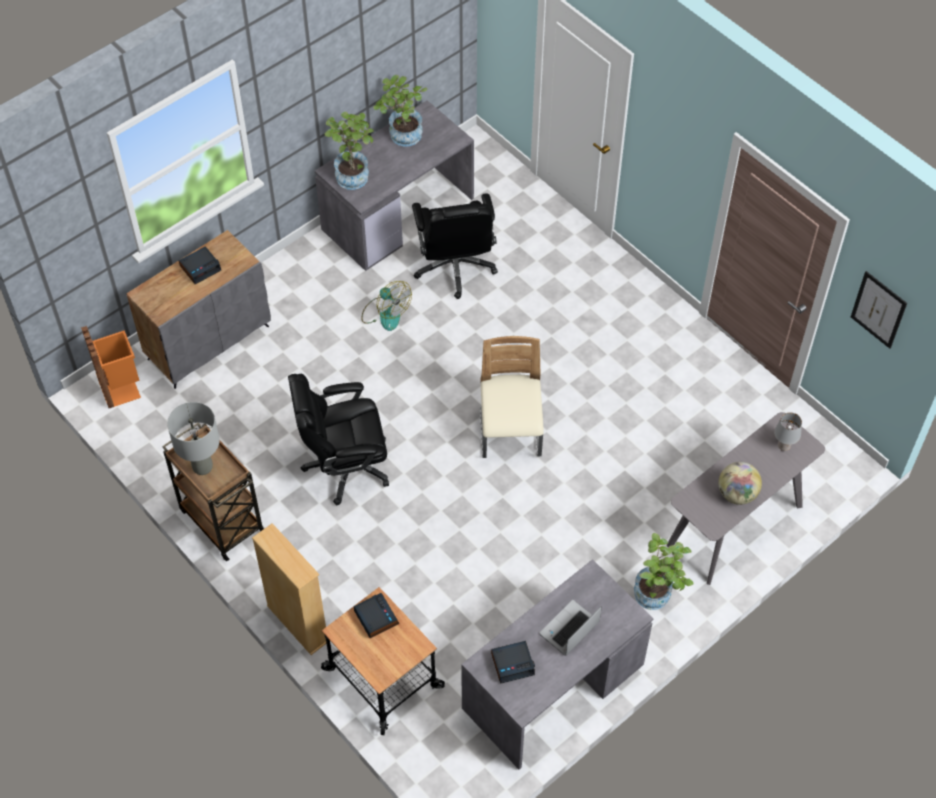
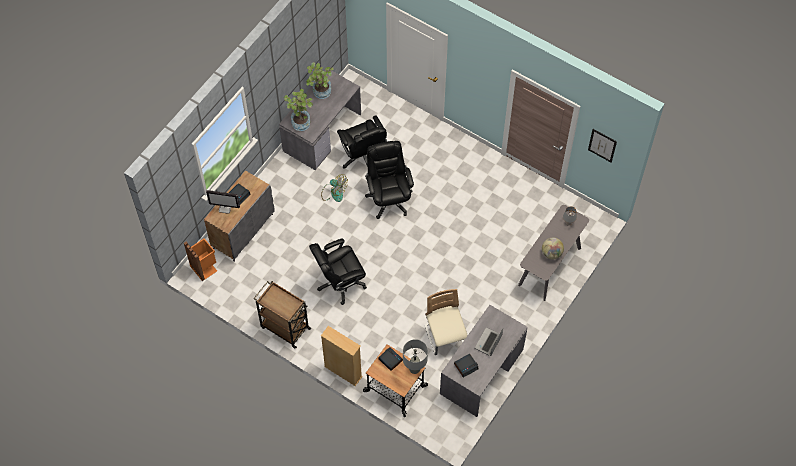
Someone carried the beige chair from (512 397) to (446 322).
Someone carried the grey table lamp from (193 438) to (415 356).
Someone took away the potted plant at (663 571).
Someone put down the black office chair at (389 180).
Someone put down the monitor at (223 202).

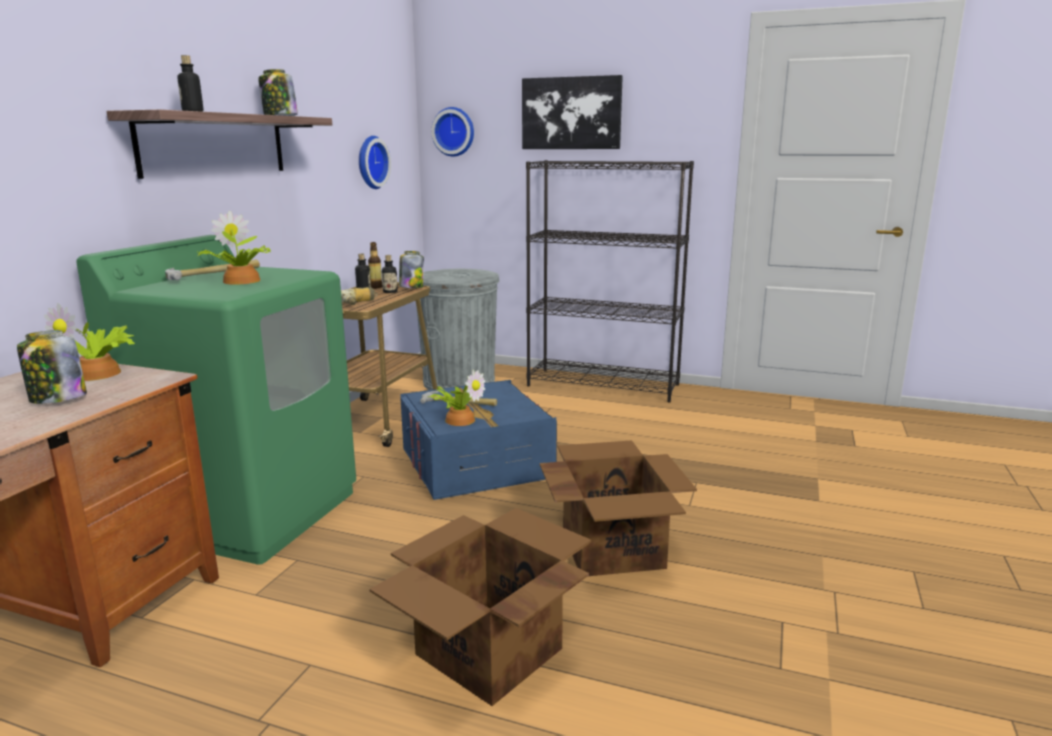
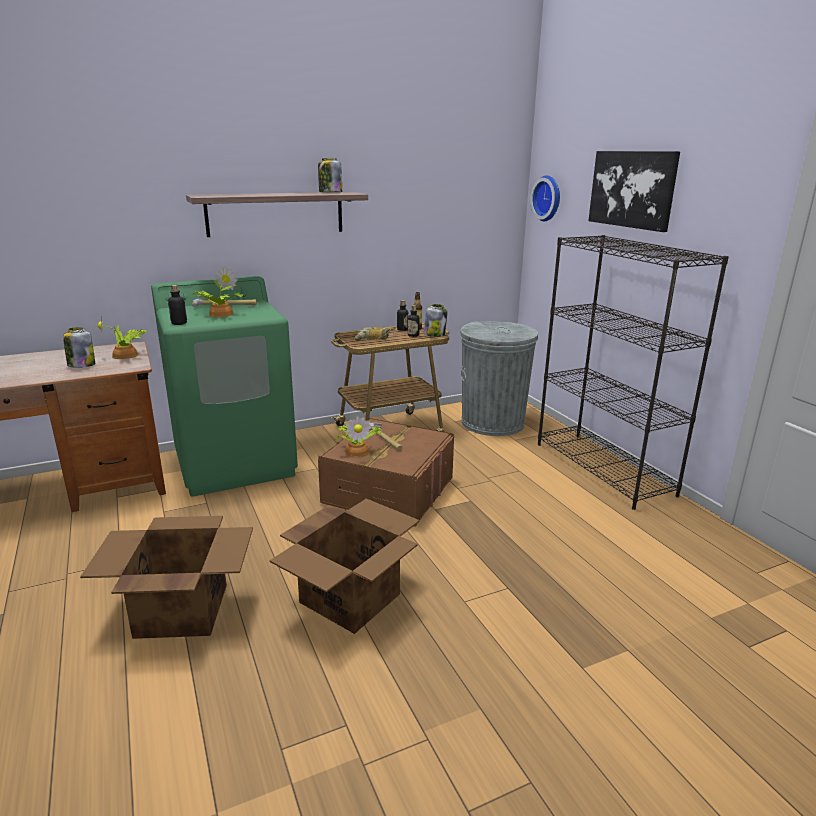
Someone carried the bottle from (190 83) to (177 305).
Someone took away the wall clock at (375 162).
Someone repainted the blue storage box at (478 440), which became the brown storage box at (386 472).

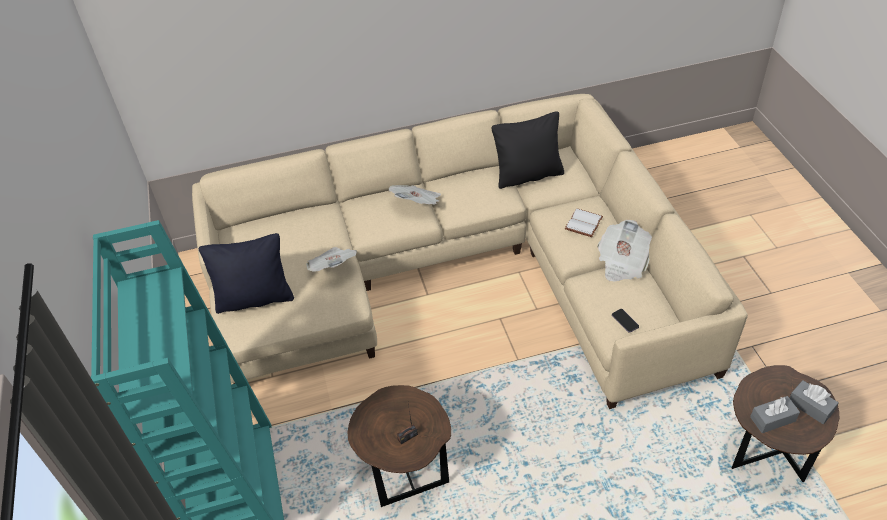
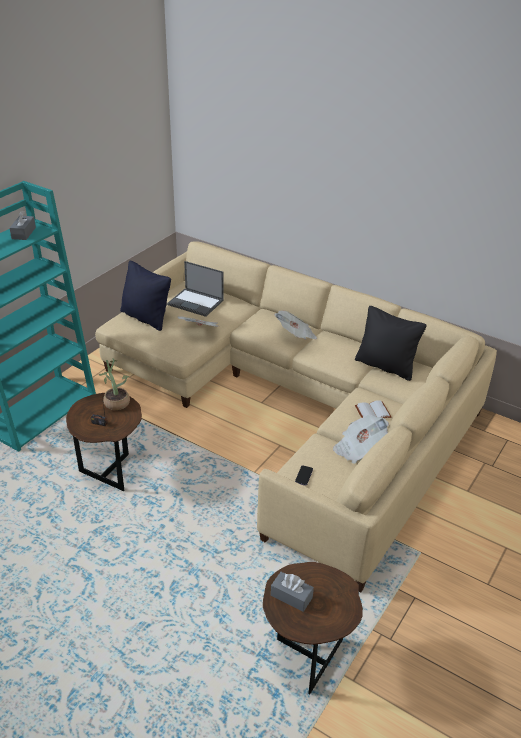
Someone carried the grey tissue box from (814 402) to (23 225).
Someone put down the laptop at (195 289).
Someone put down the potted plant at (114 384).

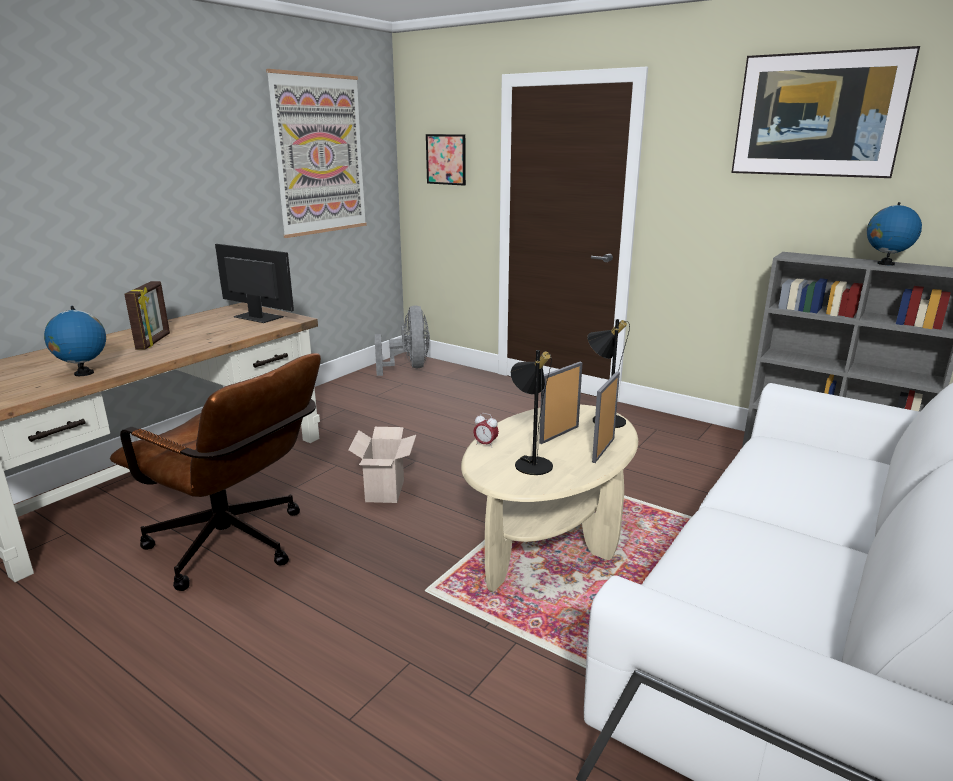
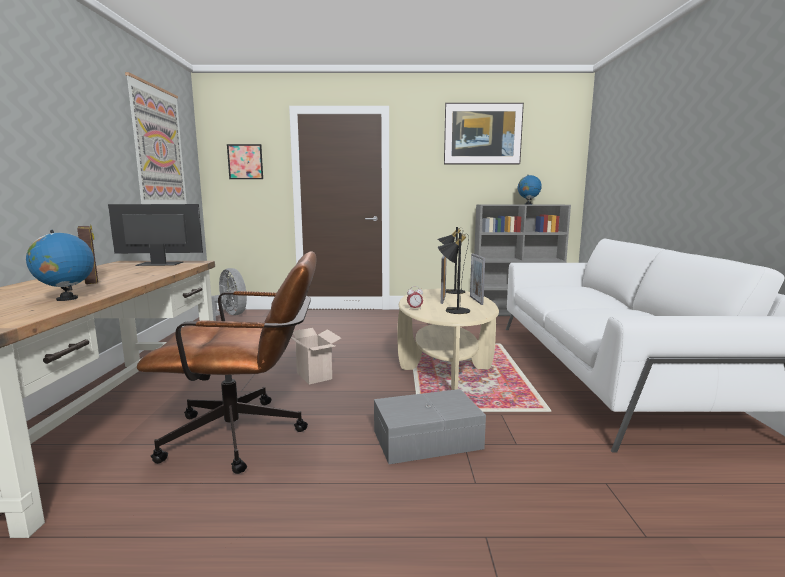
Someone put down the grey storage box at (430 426).

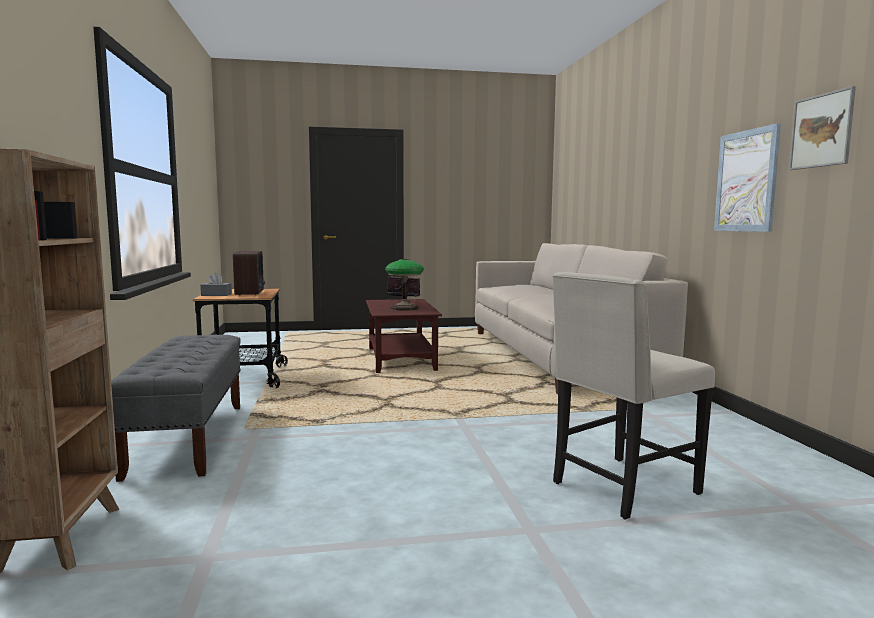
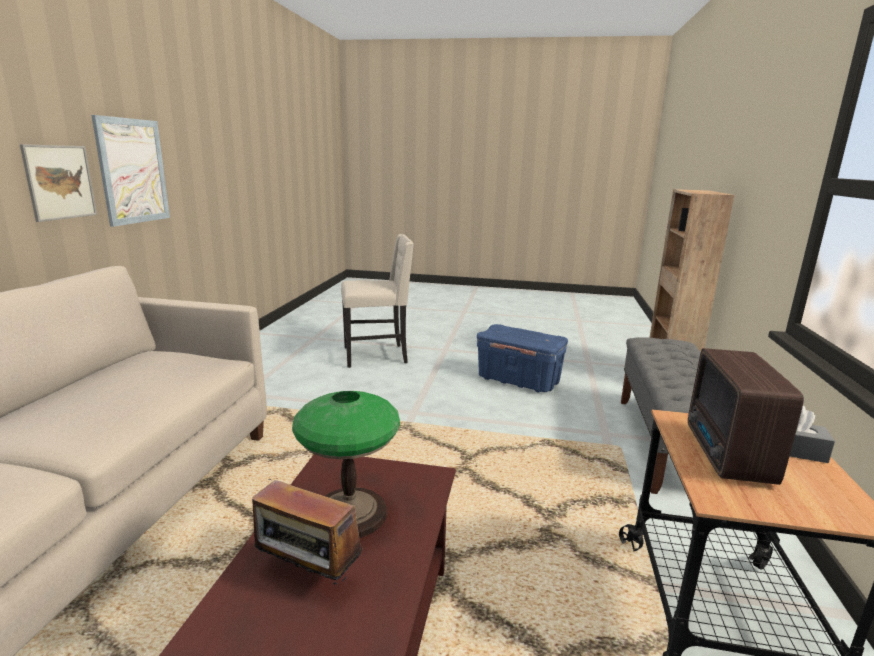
Someone carried the picture from (822 128) to (58 183).
Someone put down the blue storage box at (522 358).

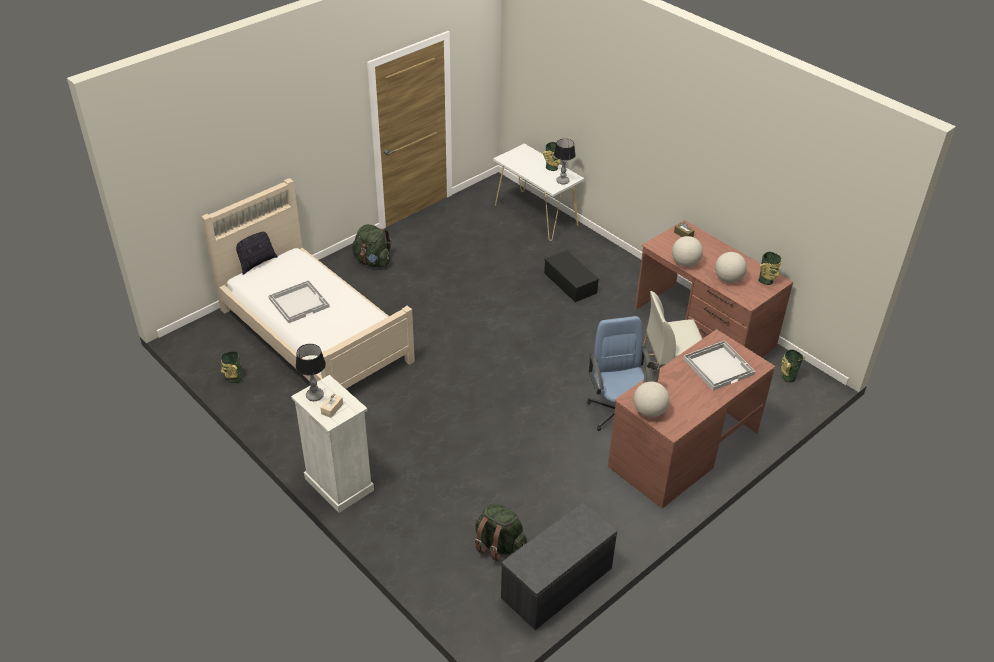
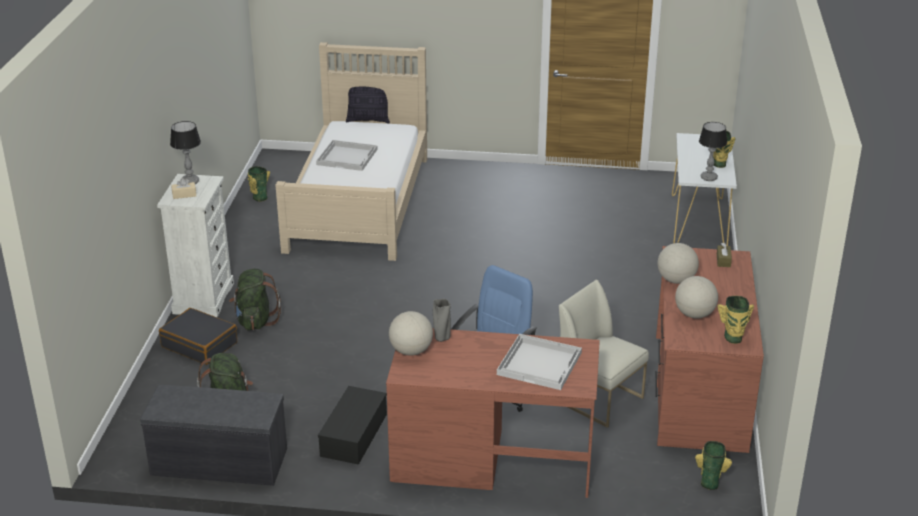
Someone carried the green backpack from (371 245) to (255 299).
Someone carried the black storage box from (571 276) to (352 425).
Someone put down the black suitcase at (198 336).

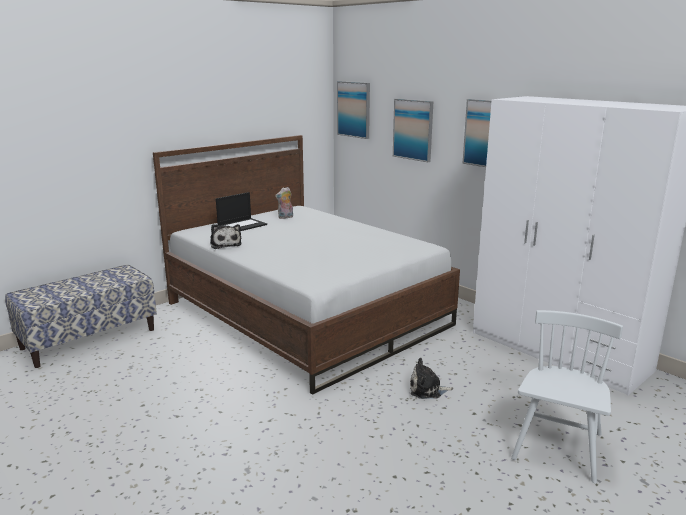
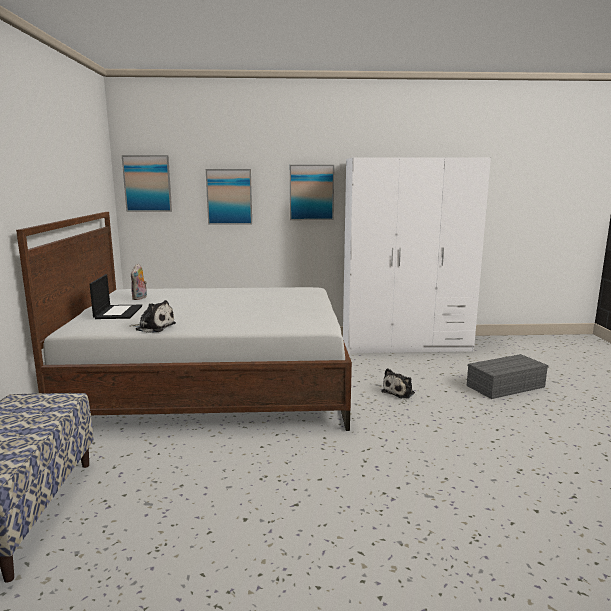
Someone swapped the white chair at (567 396) for the grey storage box at (508 376).

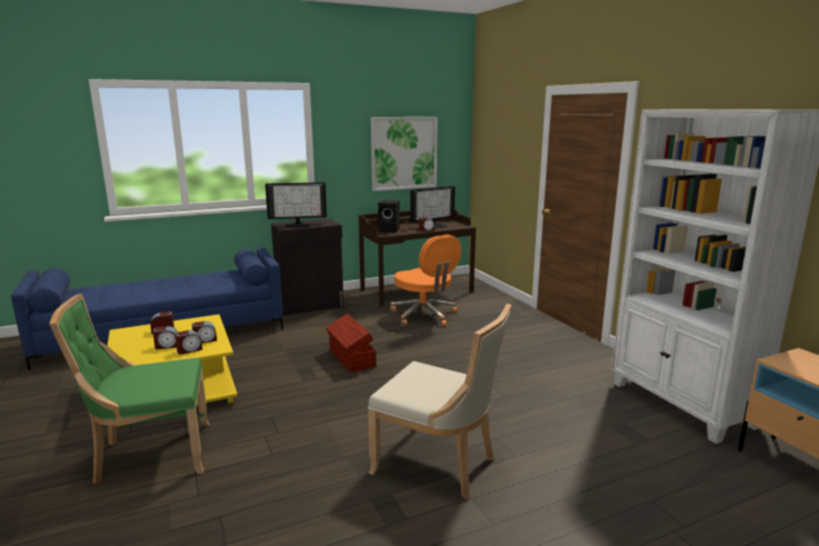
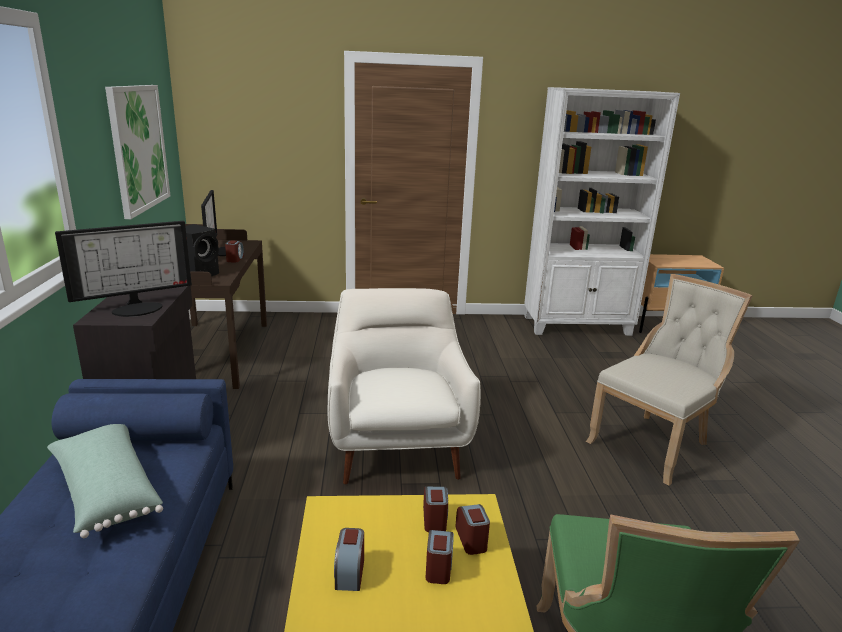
Someone rotated the monitor at (296 205) by 45 degrees clockwise.
Someone took away the orange office chair at (425 280).
Someone swapped the brown storage box at (350 343) for the white armchair at (404 386).
Someone put down the green pillow at (105 481).

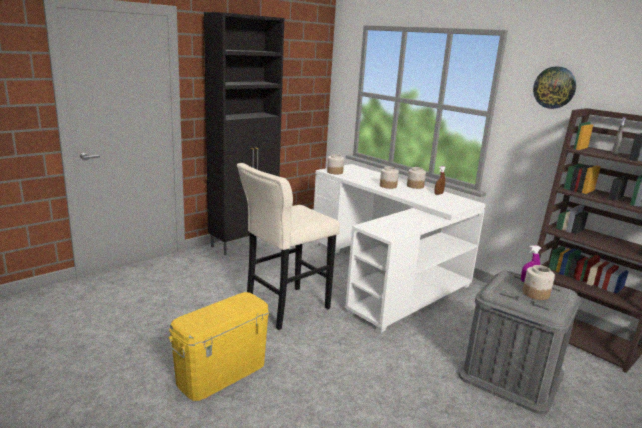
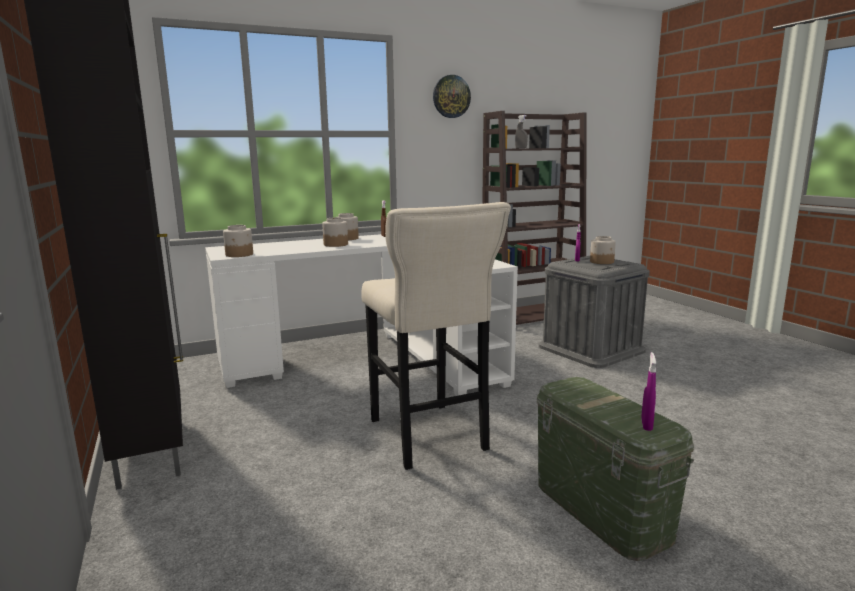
Someone repainted the yellow storage box at (218 346), which became the green storage box at (615 469).
Someone put down the purple spray bottle at (648 391).

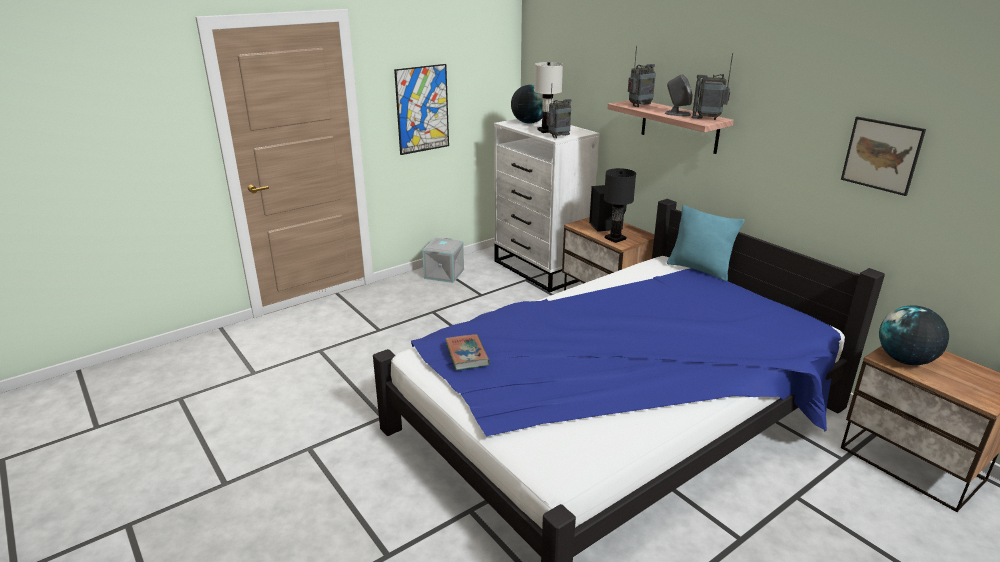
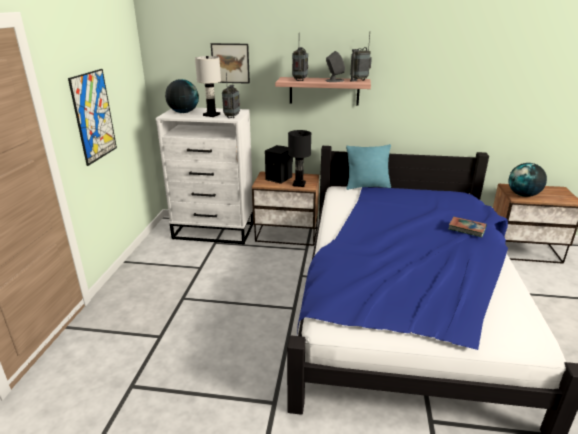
Someone carried the picture from (883 156) to (230 63).
Someone took away the grey storage box at (443 260).
Someone carried the book from (467 352) to (468 227).

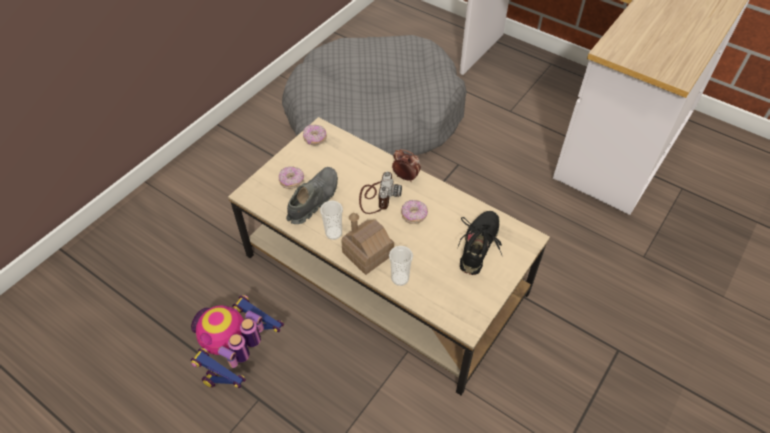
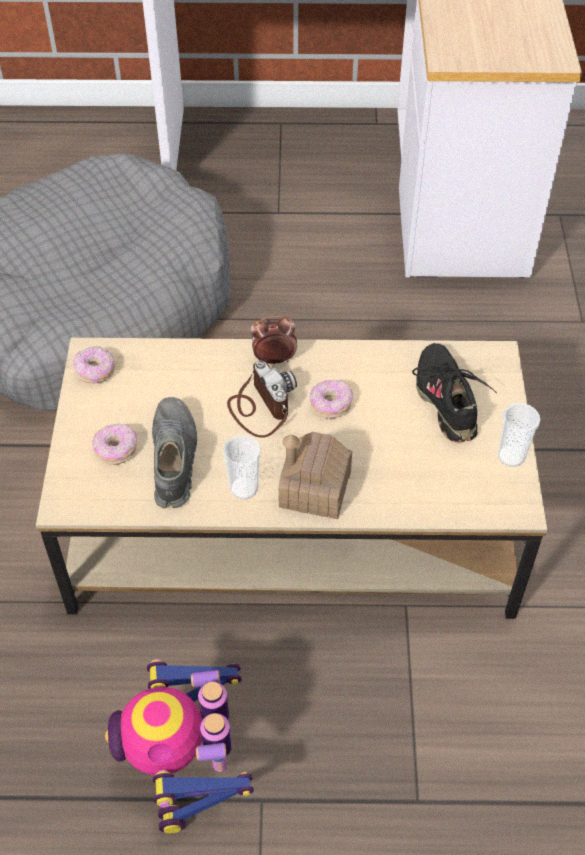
Someone carried the cup from (401 266) to (519 435).

